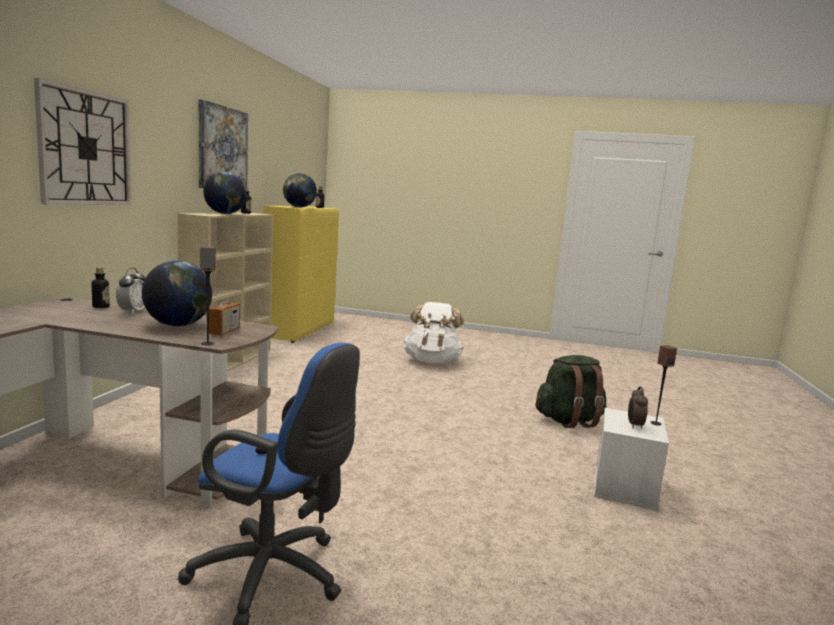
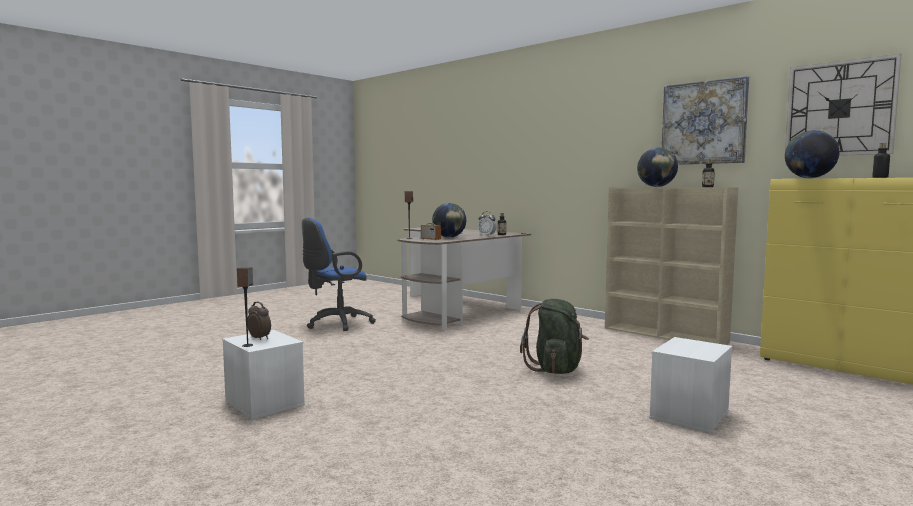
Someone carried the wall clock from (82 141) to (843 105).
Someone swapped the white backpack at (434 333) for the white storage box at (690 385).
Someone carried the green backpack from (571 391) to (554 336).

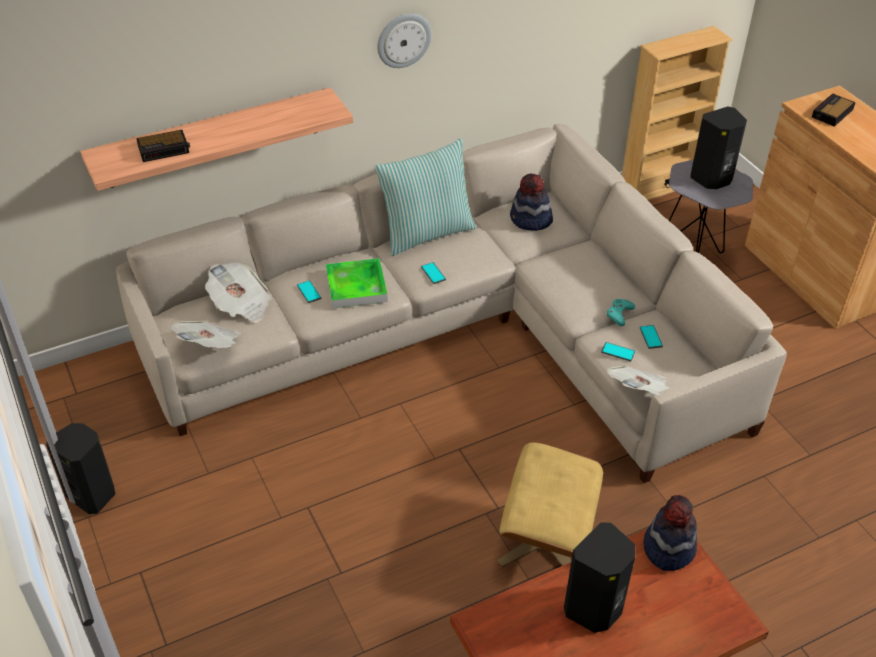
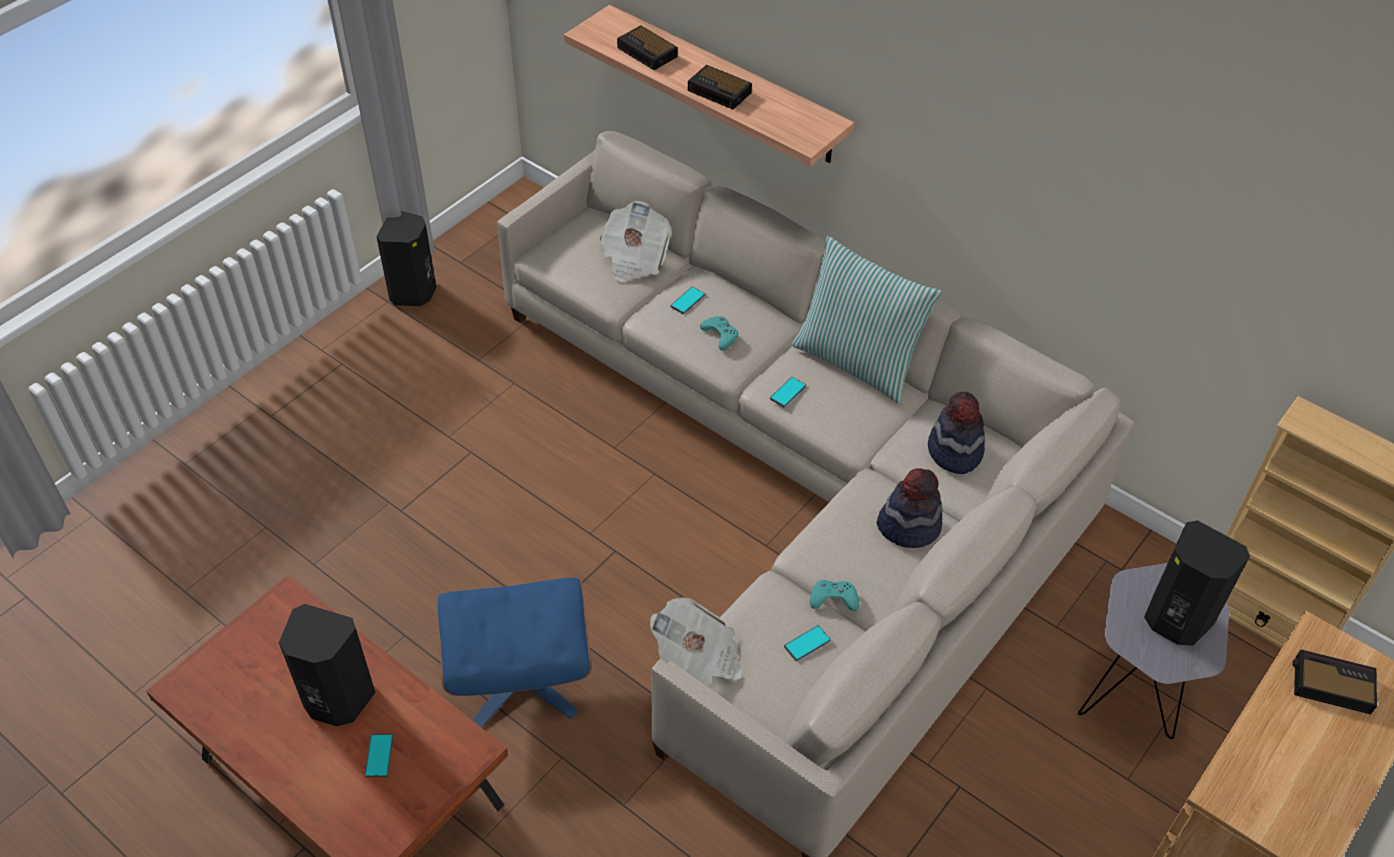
Someone took away the wall clock at (404 40).
Someone swapped the tray at (357 283) for the turquoise game controller at (719 333).
Someone took away the newspaper at (206 334).
Someone carried the phone from (618 351) to (379 755).
Someone repainted the beige ottoman at (550 504), which became the blue ottoman at (514 653).
Someone carried the hat from (670 533) to (909 508).
Someone put down the alarm clock at (720 87).

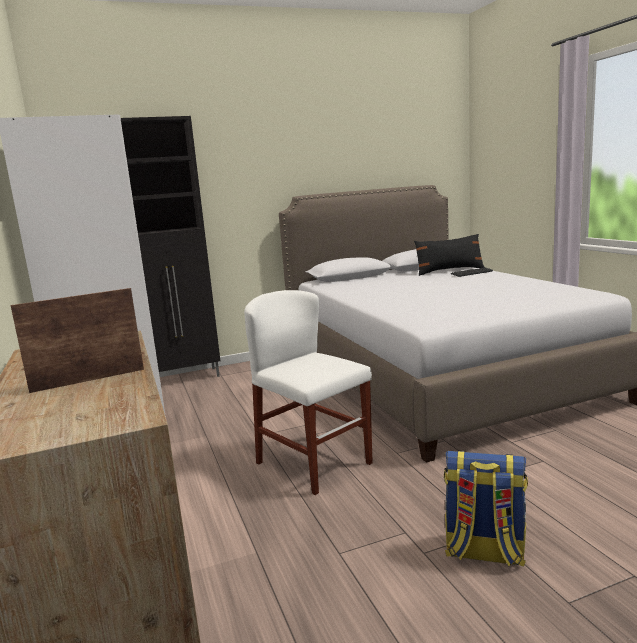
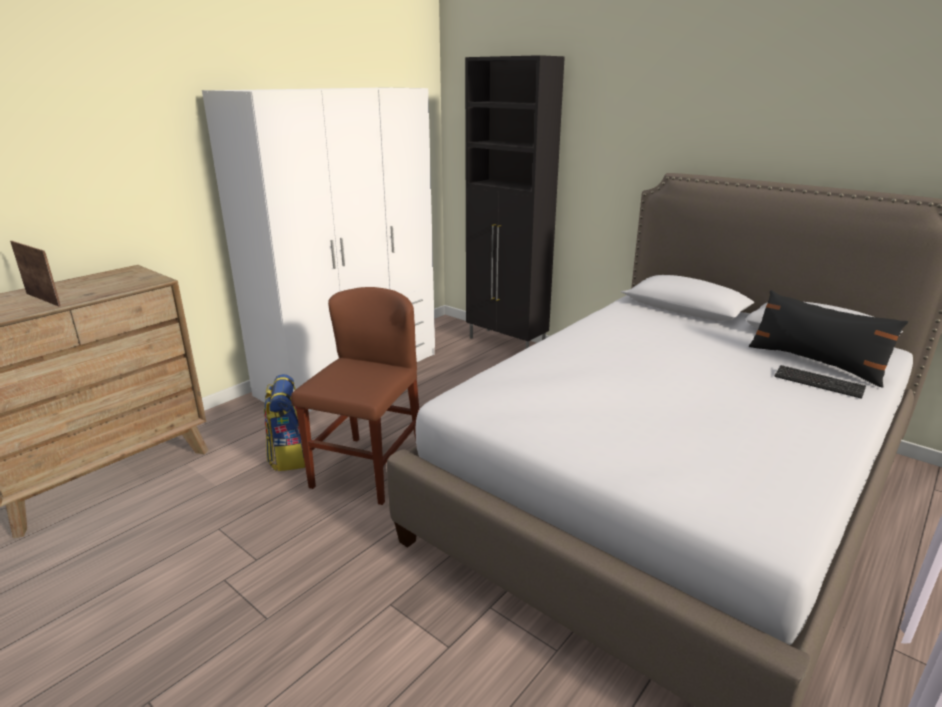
Someone repainted the white chair at (308 392), which became the brown chair at (355 396).
Someone carried the backpack from (486 509) to (284 422).

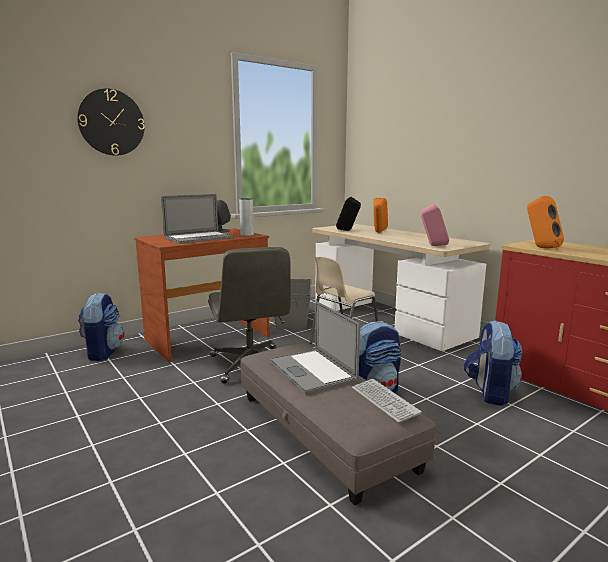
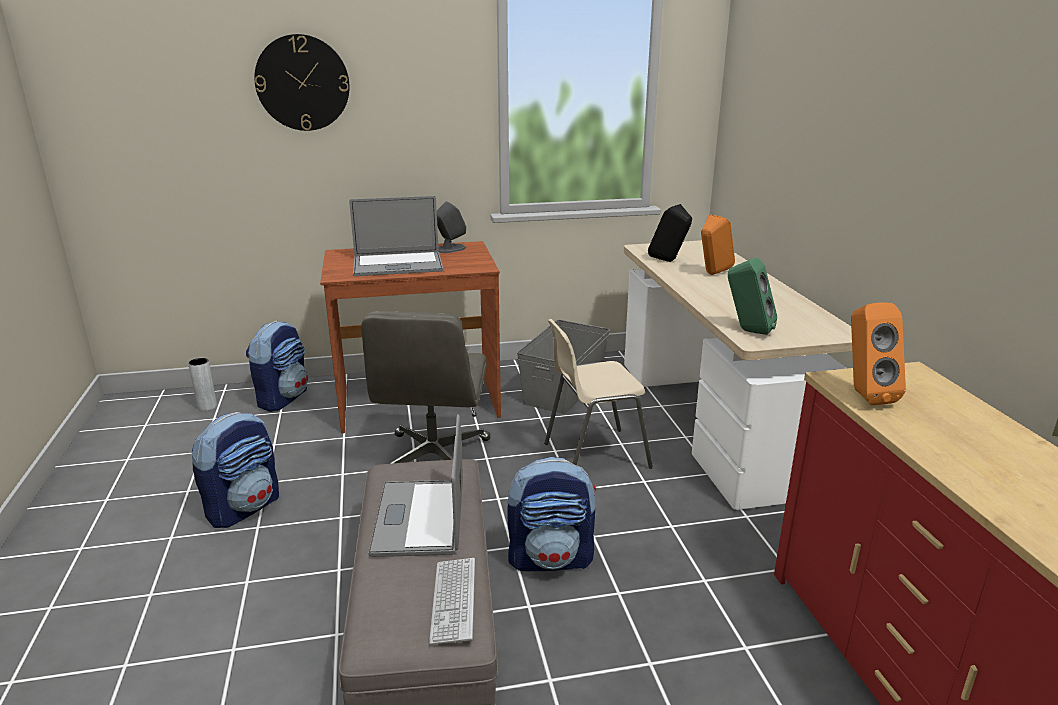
Someone carried the grey vase from (246 217) to (202 384).
Someone repainted the pink speaker at (435 225), which became the green speaker at (752 296).
Someone carried the backpack from (493 363) to (235 470).

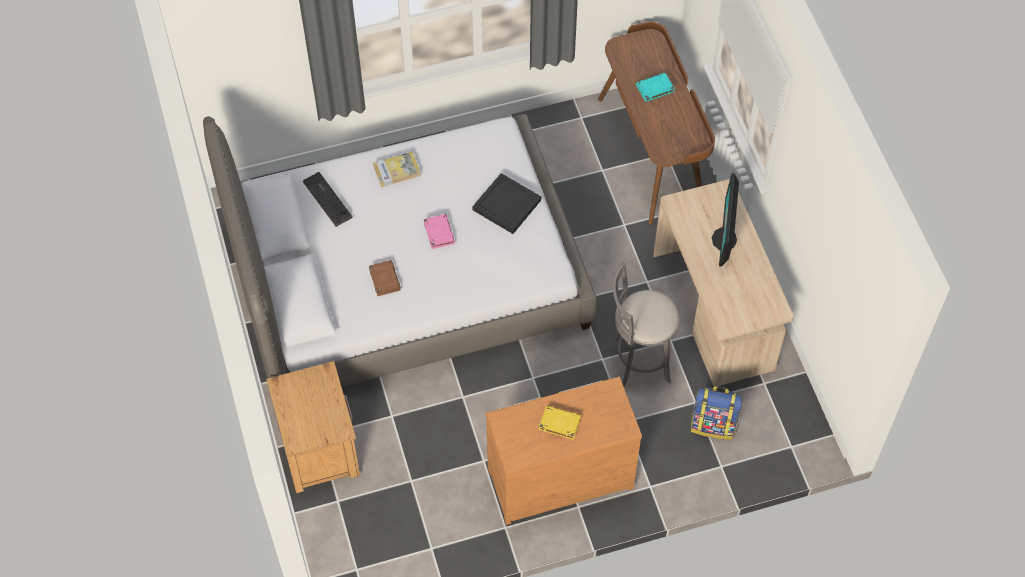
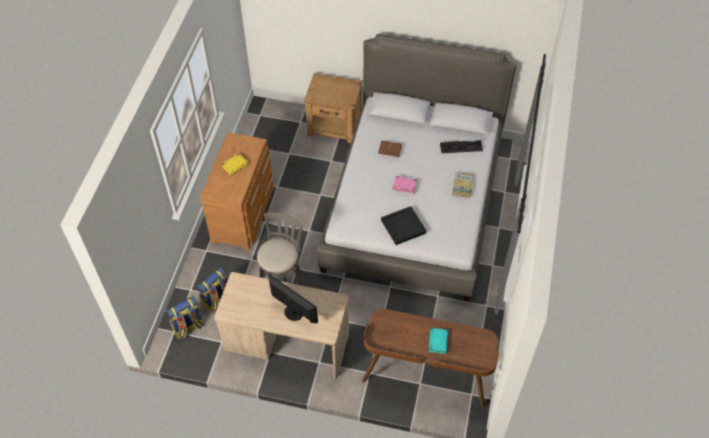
Someone put down the backpack at (185 317).

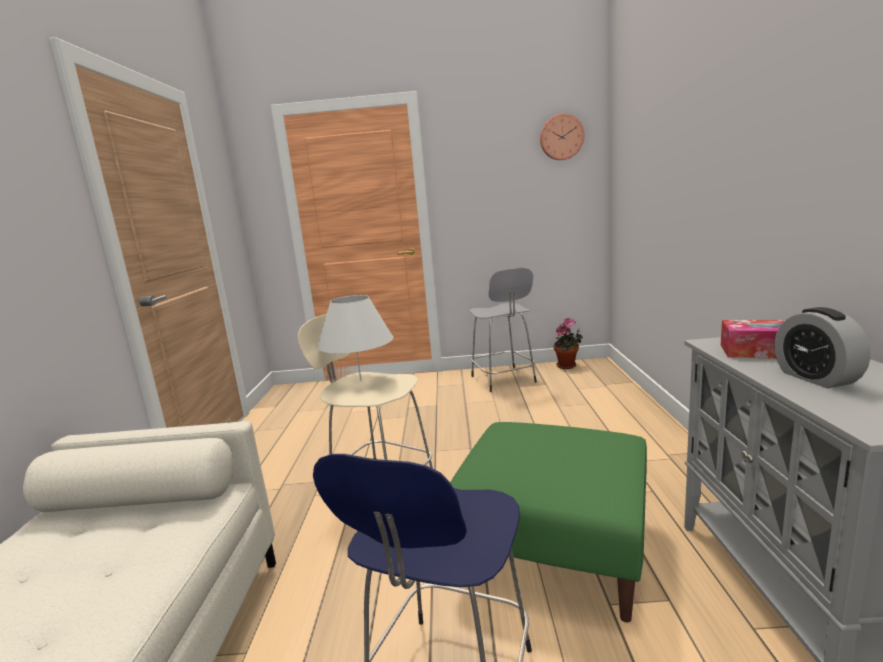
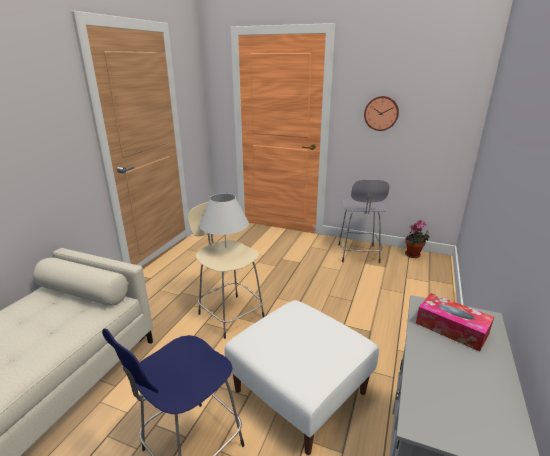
Someone carried the wall clock from (562 137) to (381 113).
Someone took away the alarm clock at (822 347).
Someone repainted the green ottoman at (548 522), which became the white ottoman at (302 377).

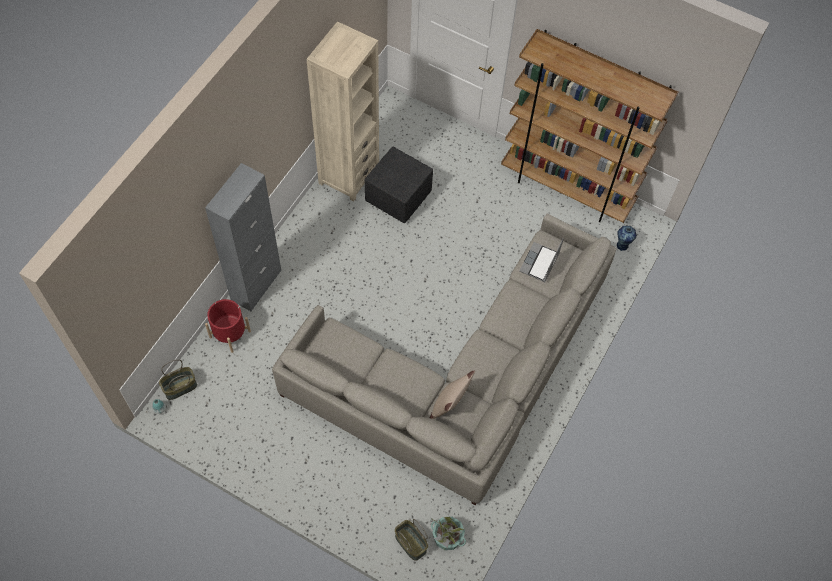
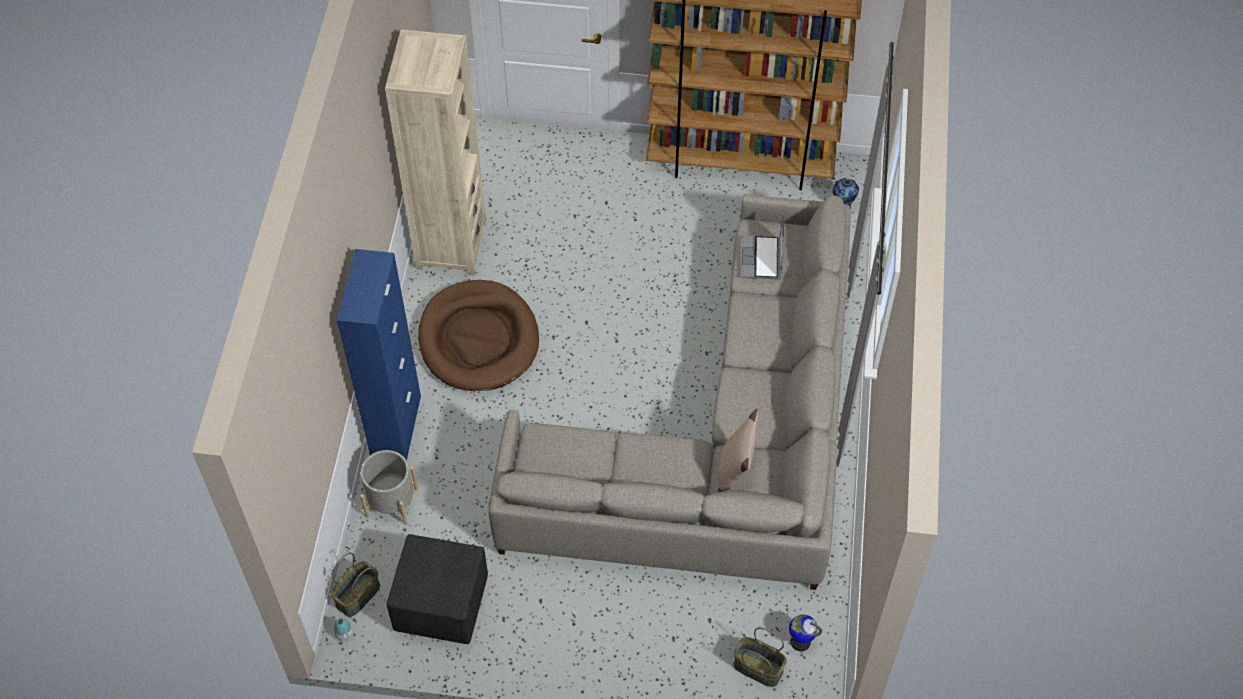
Someone carried the black ottoman from (398 185) to (437 589).
Someone repainted the grey cabinet at (243 237), which became the blue cabinet at (379 355).
Someone repainted the red planter at (228 326), which became the grey planter at (389 487).
Someone swapped the potted plant at (449 533) for the globe at (805 632).
Someone put down the brown dog bed at (478 335).

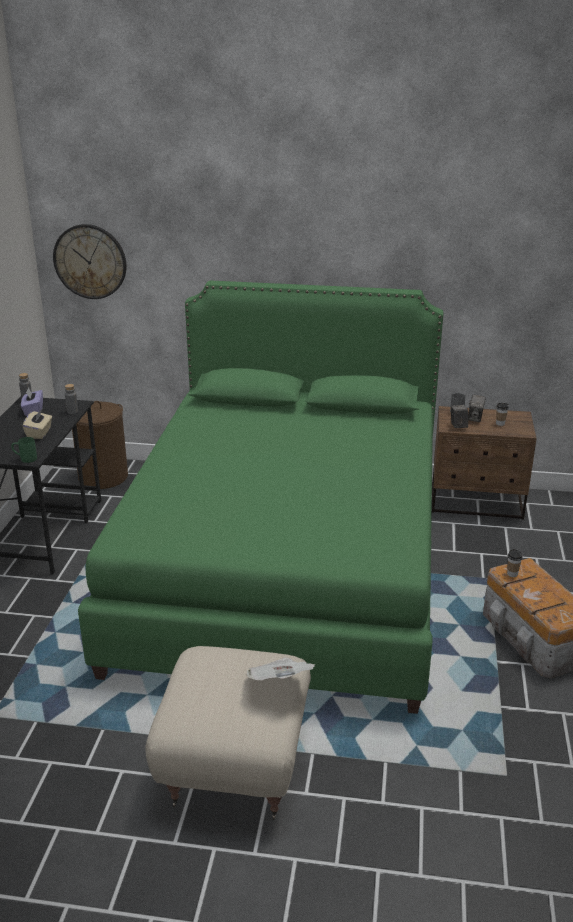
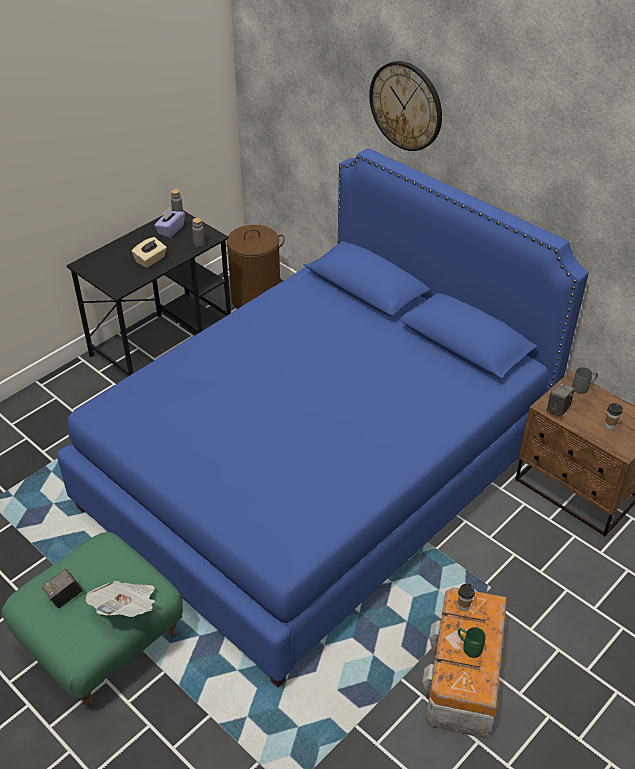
Someone carried the wall clock from (89 261) to (405 106).
Someone repainted the green bed at (261 497), which became the blue bed at (323 418).
Someone carried the photo camera from (477 408) to (62 588).
Someone carried the green mug from (24 450) to (471 642).
Someone repainted the beige ottoman at (228 733), which became the green ottoman at (92 621).

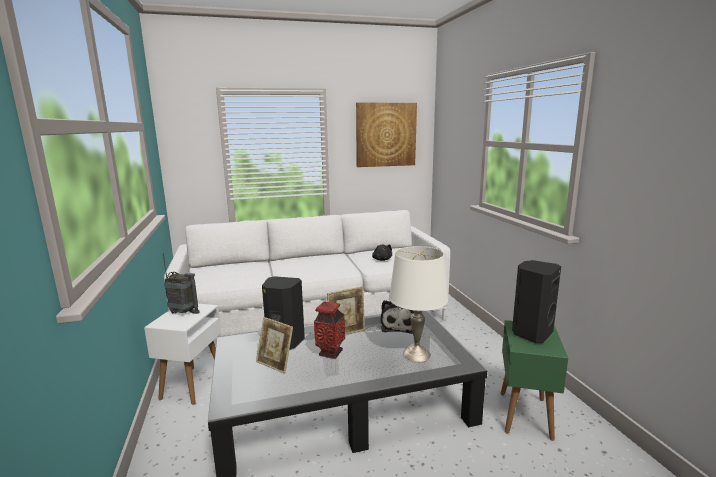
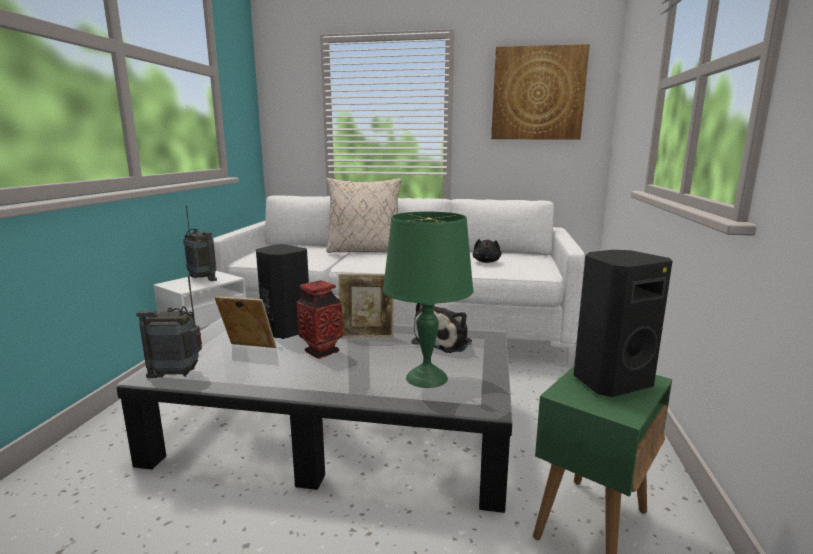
Someone repainted the white table lamp at (418 304), which became the green table lamp at (428 300).
Someone rotated the picture frame at (274 345) by 135 degrees clockwise.
Someone put down the beige pillow at (364 215).
Someone put down the radio at (169 326).

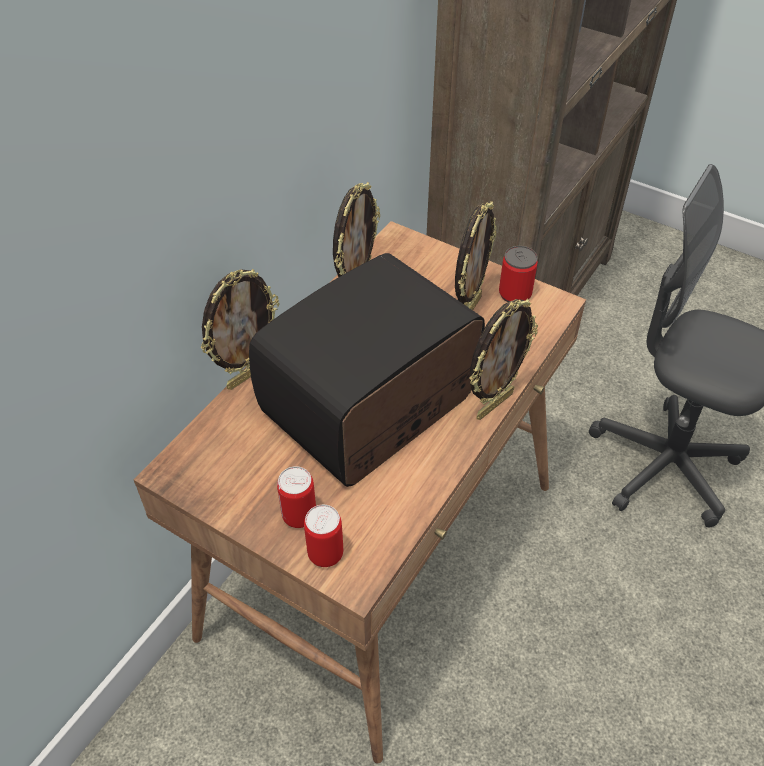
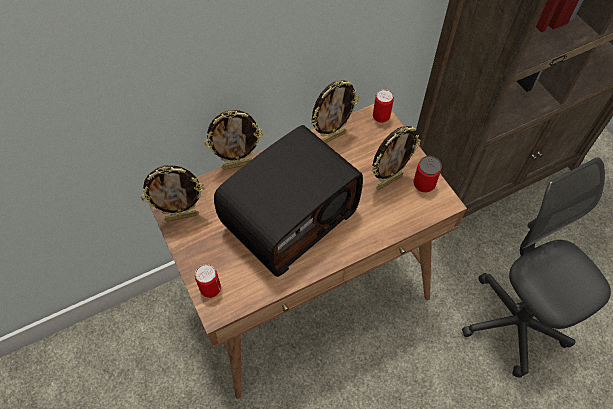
Someone rotated the radio at (367 370) by 150 degrees clockwise.
Someone carried the picture frame from (503 359) to (173 193).
Someone carried the can from (296 497) to (383 106).

